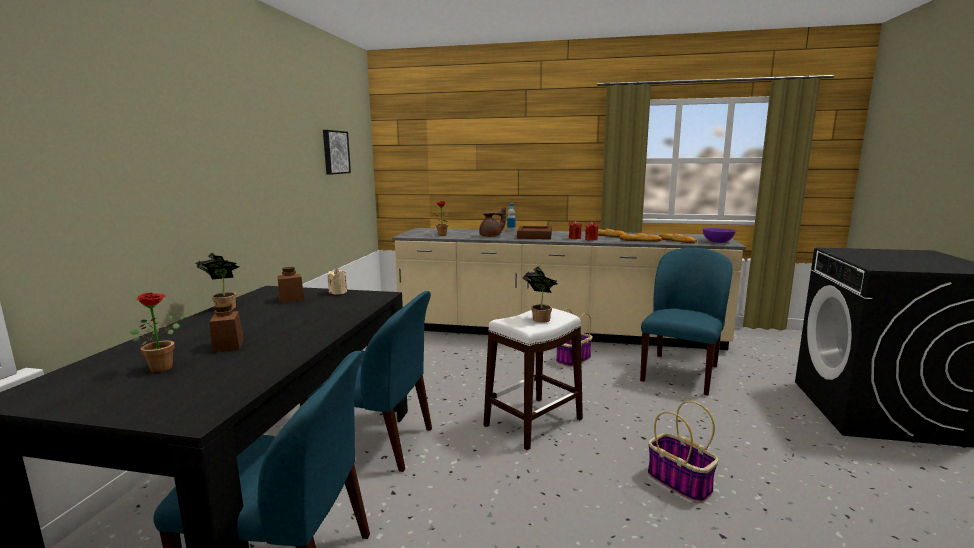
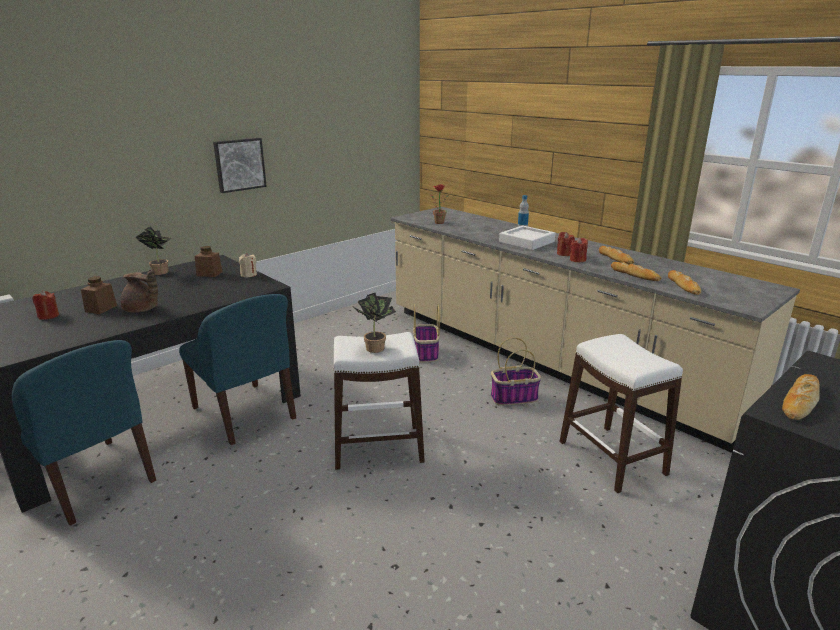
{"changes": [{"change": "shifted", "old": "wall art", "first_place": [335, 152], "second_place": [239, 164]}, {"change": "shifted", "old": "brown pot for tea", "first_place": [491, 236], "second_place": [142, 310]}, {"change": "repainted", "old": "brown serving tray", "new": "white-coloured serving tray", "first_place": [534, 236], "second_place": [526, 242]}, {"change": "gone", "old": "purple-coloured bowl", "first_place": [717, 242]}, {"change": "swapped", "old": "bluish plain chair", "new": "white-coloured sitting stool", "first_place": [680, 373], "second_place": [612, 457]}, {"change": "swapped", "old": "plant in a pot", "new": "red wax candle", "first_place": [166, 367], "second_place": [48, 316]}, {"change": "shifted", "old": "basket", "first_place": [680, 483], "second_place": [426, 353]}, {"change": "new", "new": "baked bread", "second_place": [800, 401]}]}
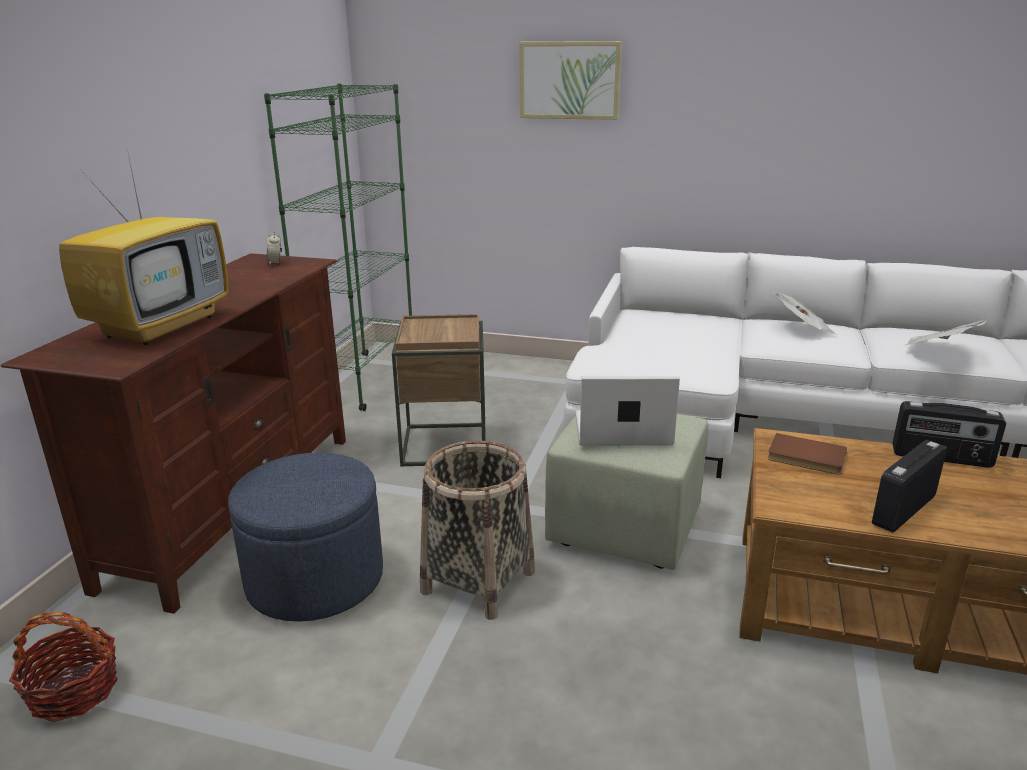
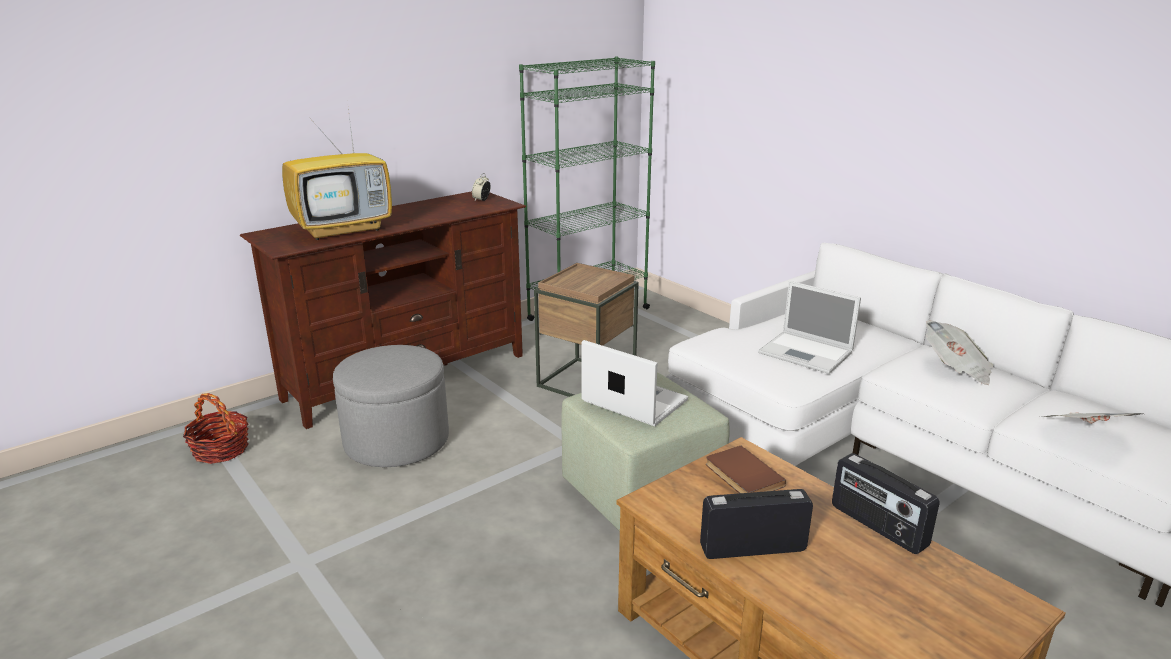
{"changes": [{"change": "gone", "old": "wall art", "first_place": [569, 80]}, {"change": "gone", "old": "basket", "first_place": [478, 581]}, {"change": "repainted", "old": "bluish pouffe", "new": "greyish pouffe", "first_place": [315, 579], "second_place": [397, 441]}, {"change": "new", "new": "portable computer", "second_place": [807, 353]}]}
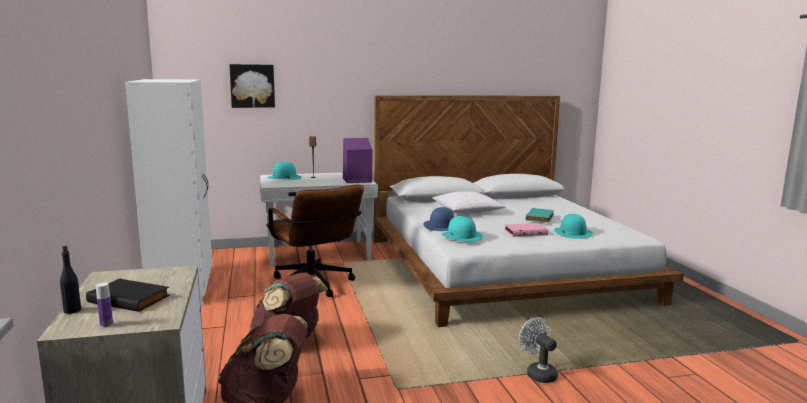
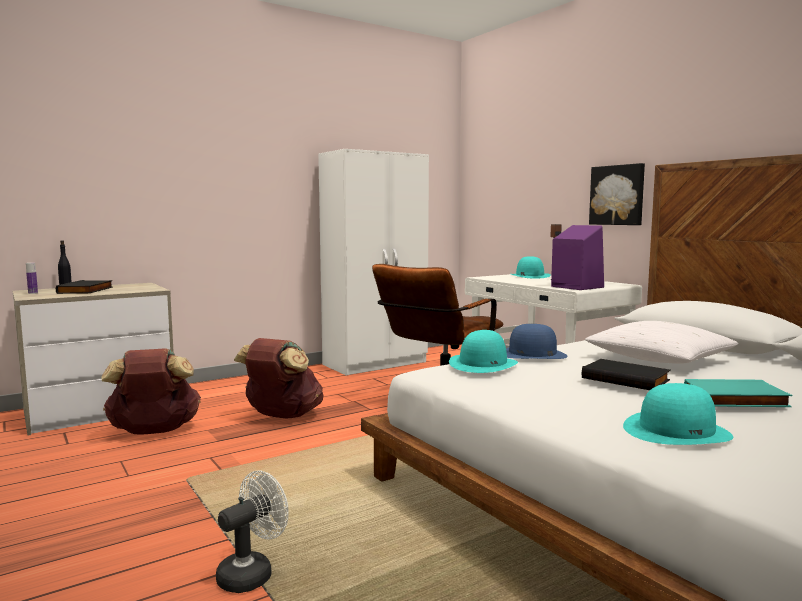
{"changes": [{"change": "shifted", "old": "wall art", "first_place": [252, 86], "second_place": [617, 195]}, {"change": "gone", "old": "pink bound book", "first_place": [525, 232]}, {"change": "new", "new": "blackish bound book", "second_place": [626, 379]}]}
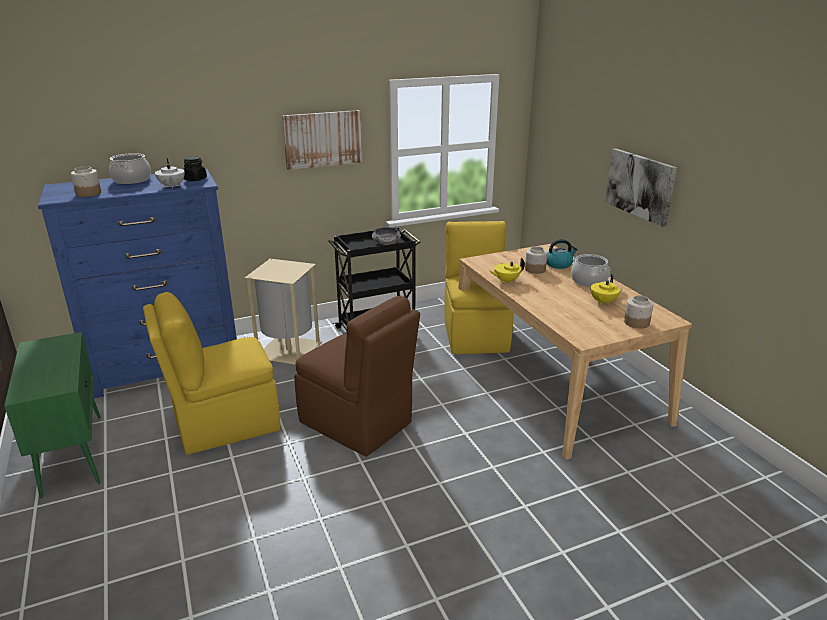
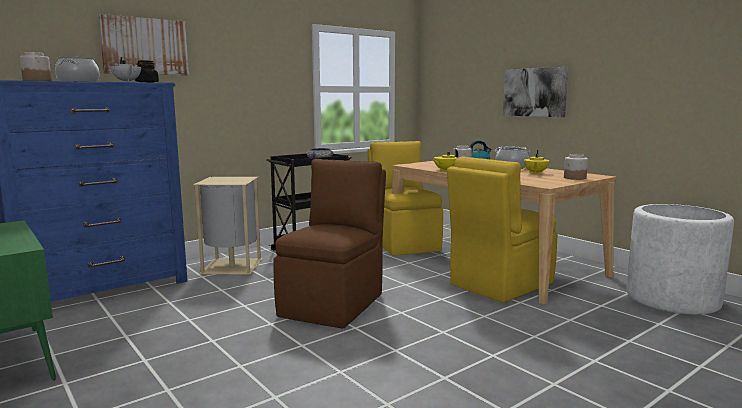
{"changes": [{"change": "shifted", "old": "wall art", "first_place": [322, 139], "second_place": [145, 46]}, {"change": "shifted", "old": "yellow-coloured plain chair", "first_place": [224, 424], "second_place": [499, 284]}, {"change": "rotated", "old": "brown plain chair", "first_place": [357, 424], "second_place": [333, 304], "degrees": -90}, {"change": "new", "new": "white-coloured flower pot", "second_place": [672, 299]}]}
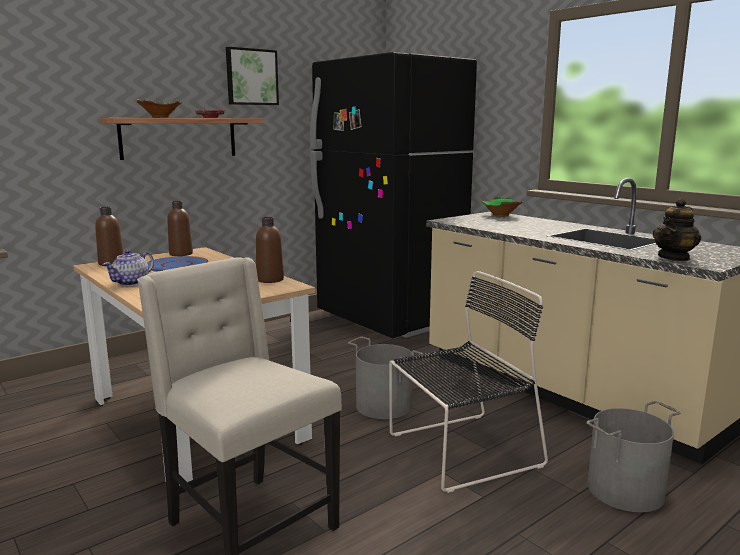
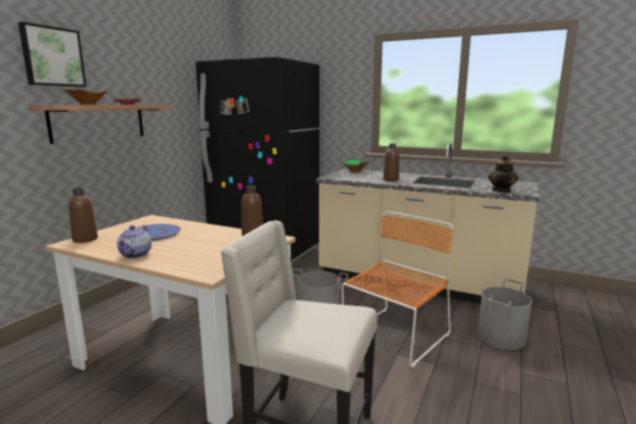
{"changes": [{"change": "shifted", "old": "wall art", "first_place": [251, 77], "second_place": [52, 57]}, {"change": "shifted", "old": "brown drink bottle", "first_place": [181, 254], "second_place": [390, 180]}, {"change": "repainted", "old": "blackish plain chair", "new": "orange plain chair", "first_place": [460, 451], "second_place": [394, 336]}]}
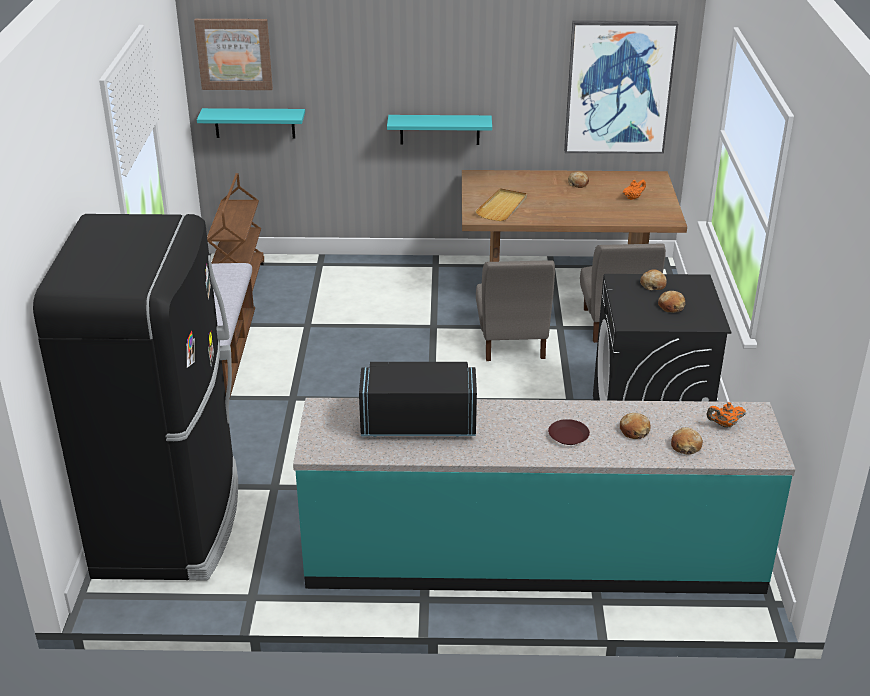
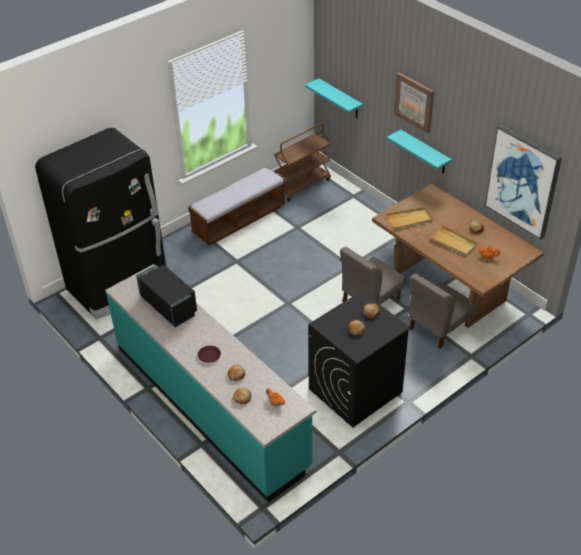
{"changes": [{"change": "shifted", "old": "wall art", "first_place": [234, 54], "second_place": [414, 102]}, {"change": "new", "new": "beige-coloured serving tray", "second_place": [453, 242]}]}
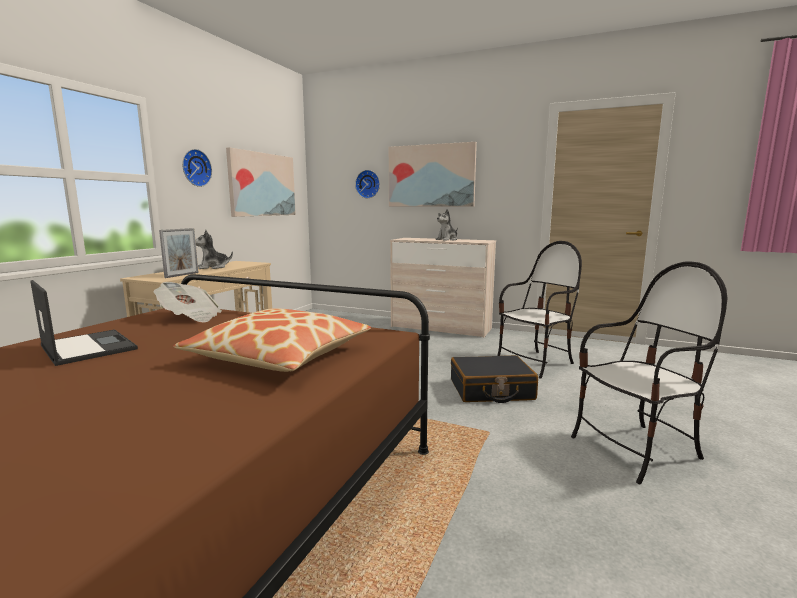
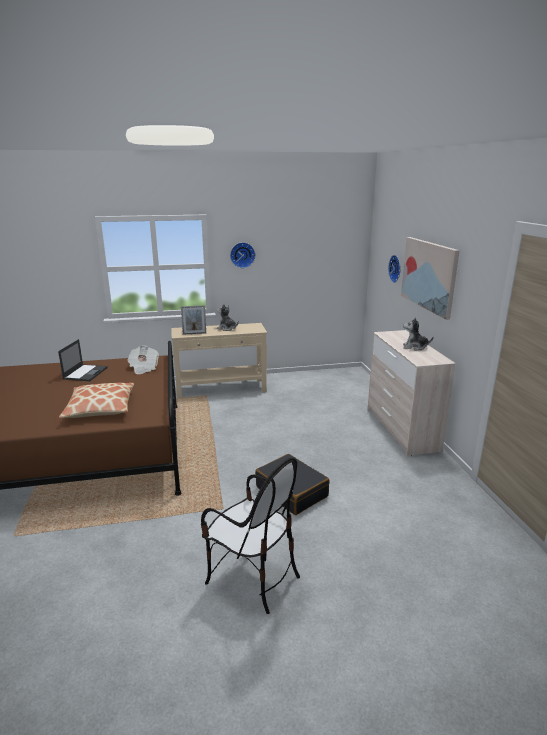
{"changes": [{"change": "gone", "old": "wall art", "first_place": [262, 184]}, {"change": "gone", "old": "plain chair", "first_place": [535, 363]}]}
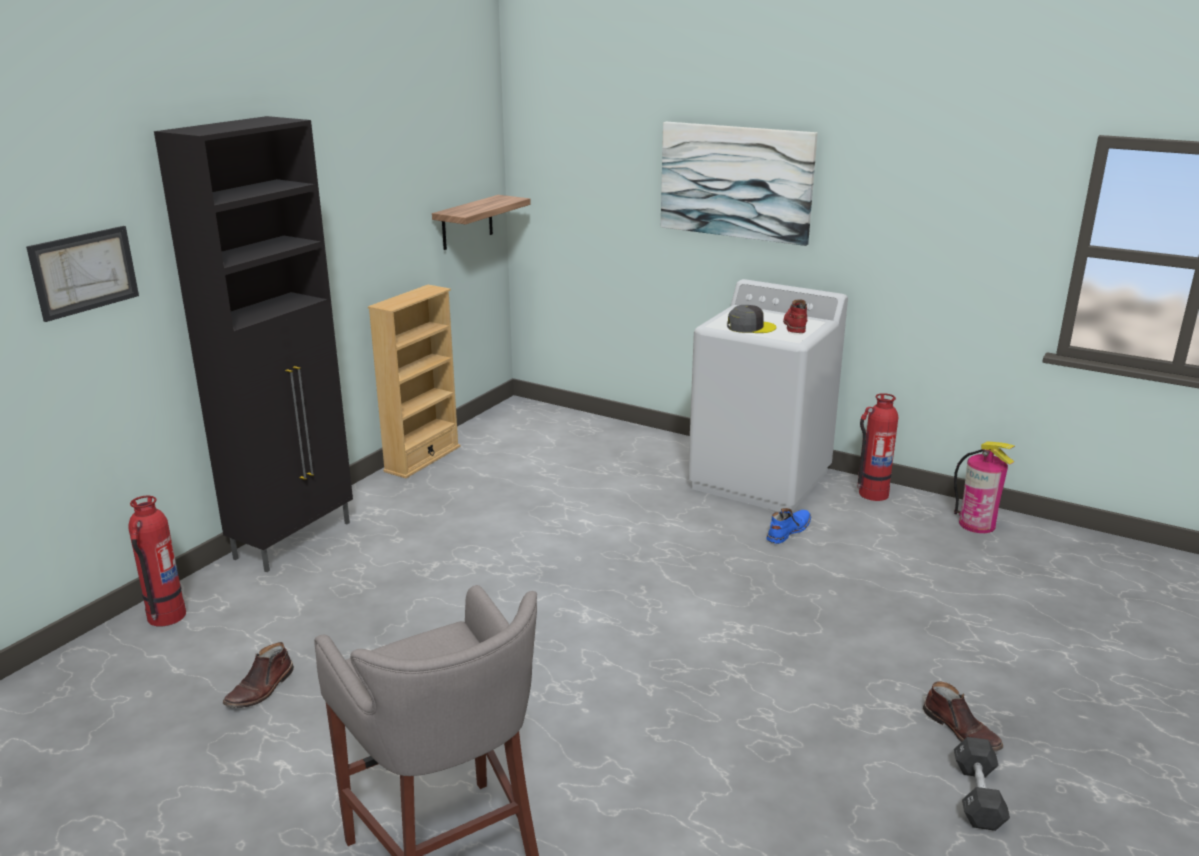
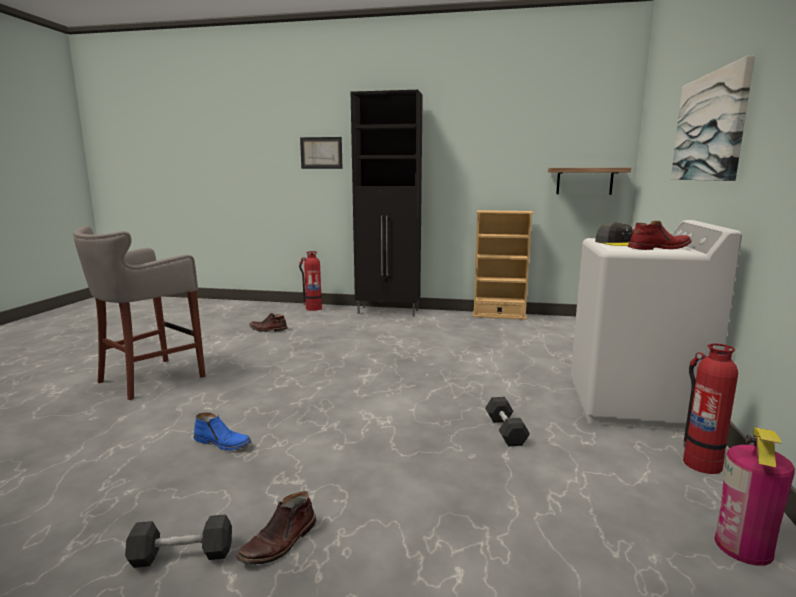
{"changes": [{"change": "shifted", "old": "bluish high-top boot", "first_place": [787, 531], "second_place": [223, 443]}, {"change": "new", "new": "blackish hand weight", "second_place": [505, 431]}]}
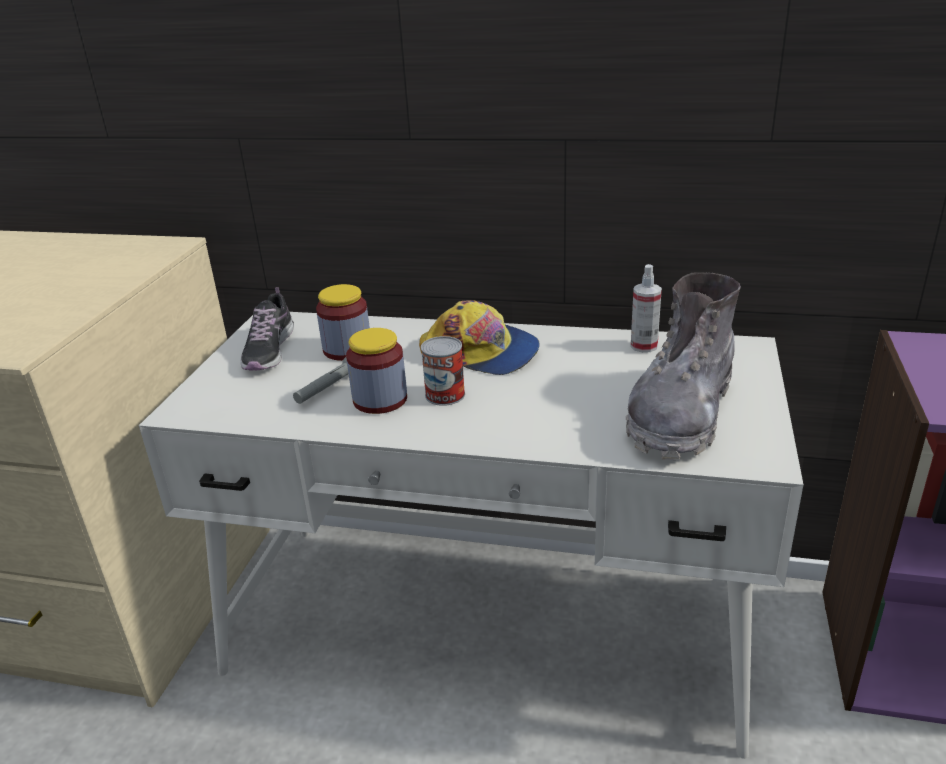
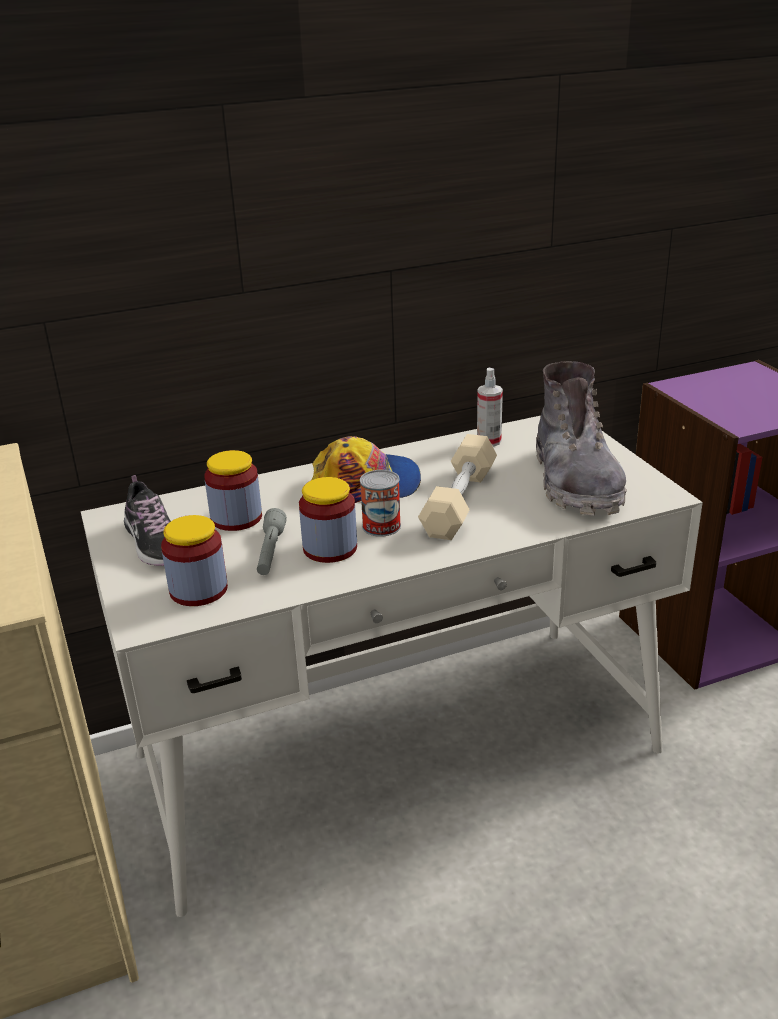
{"changes": [{"change": "new", "new": "beige-coloured hand weight", "second_place": [459, 502]}, {"change": "new", "new": "storage jar", "second_place": [198, 590]}]}
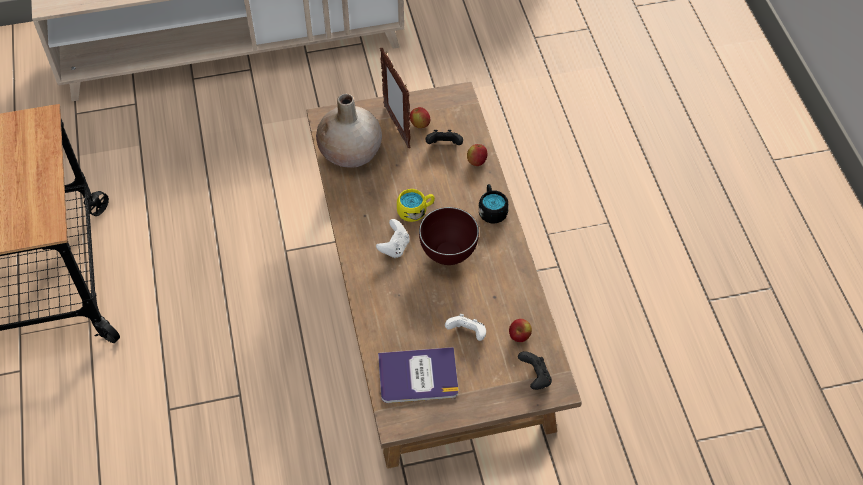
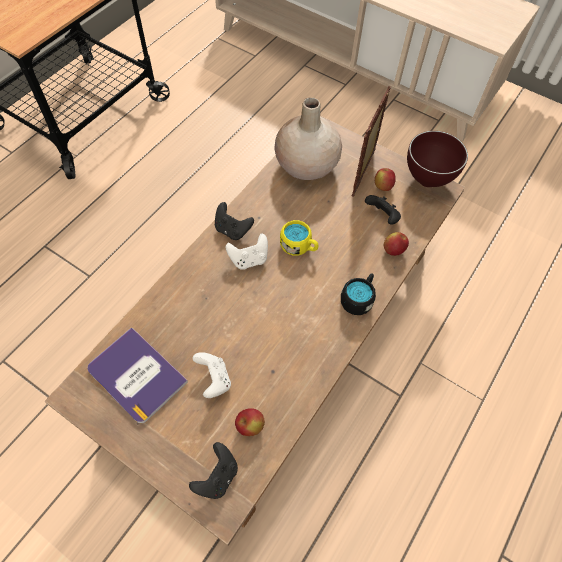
{"changes": [{"change": "shifted", "old": "brown bowl", "first_place": [448, 257], "second_place": [426, 181]}, {"change": "new", "new": "blackish gamepad", "second_place": [232, 230]}]}
